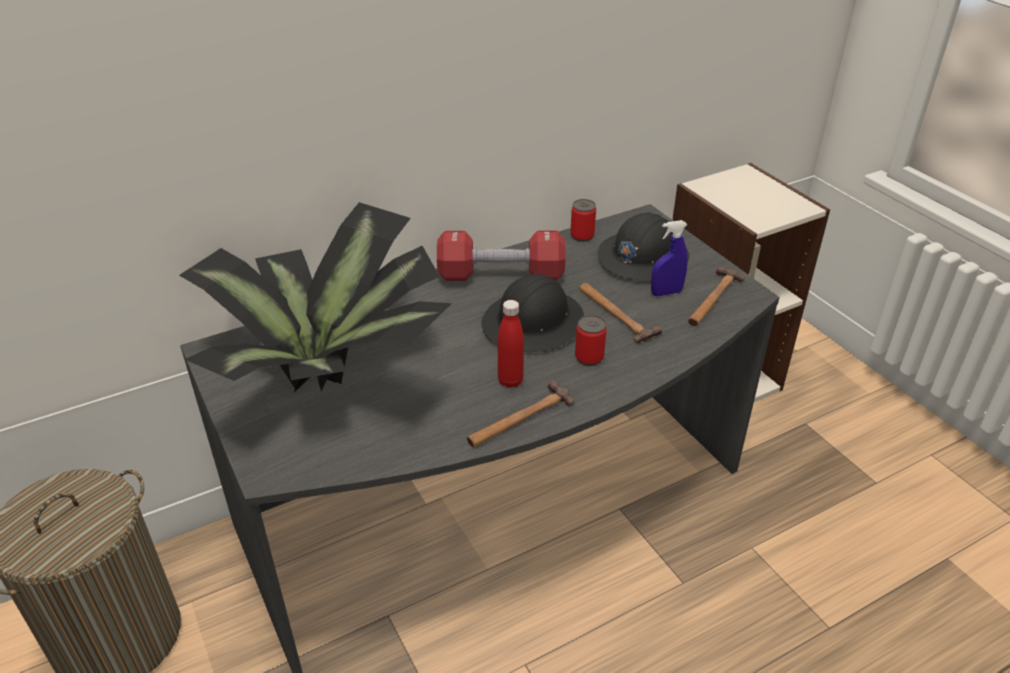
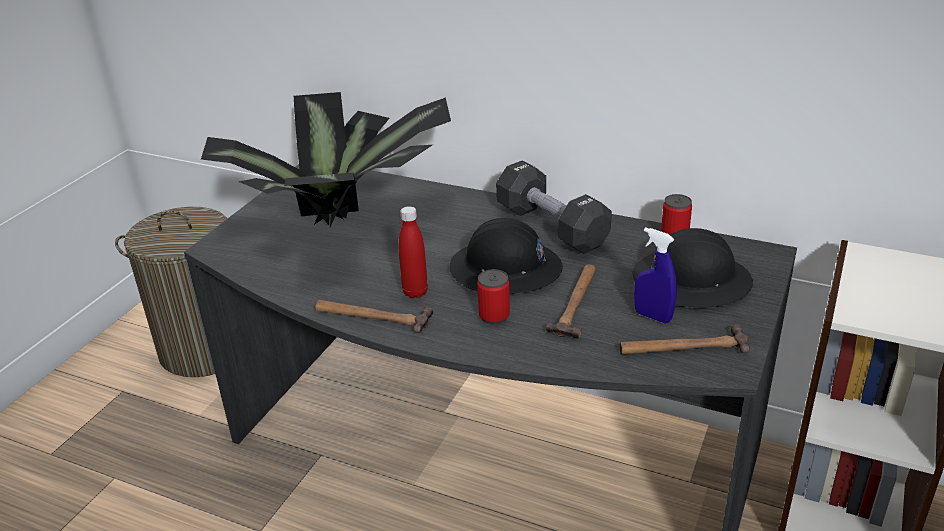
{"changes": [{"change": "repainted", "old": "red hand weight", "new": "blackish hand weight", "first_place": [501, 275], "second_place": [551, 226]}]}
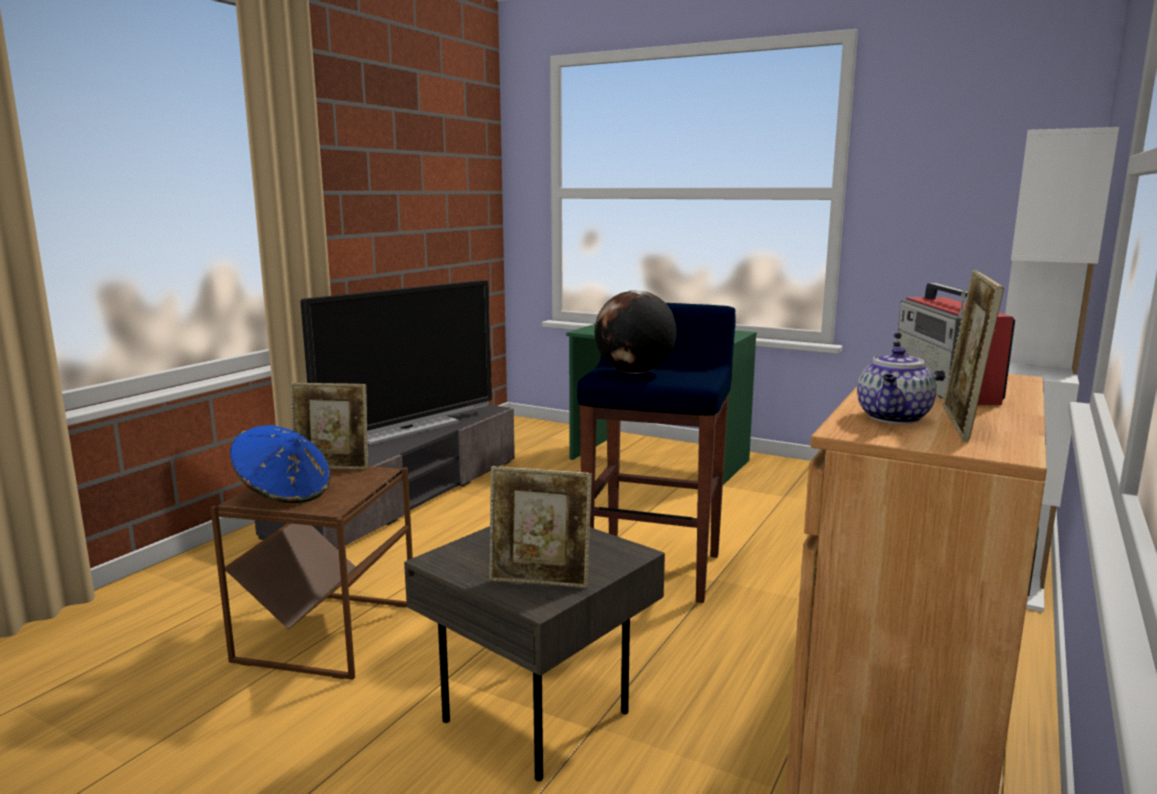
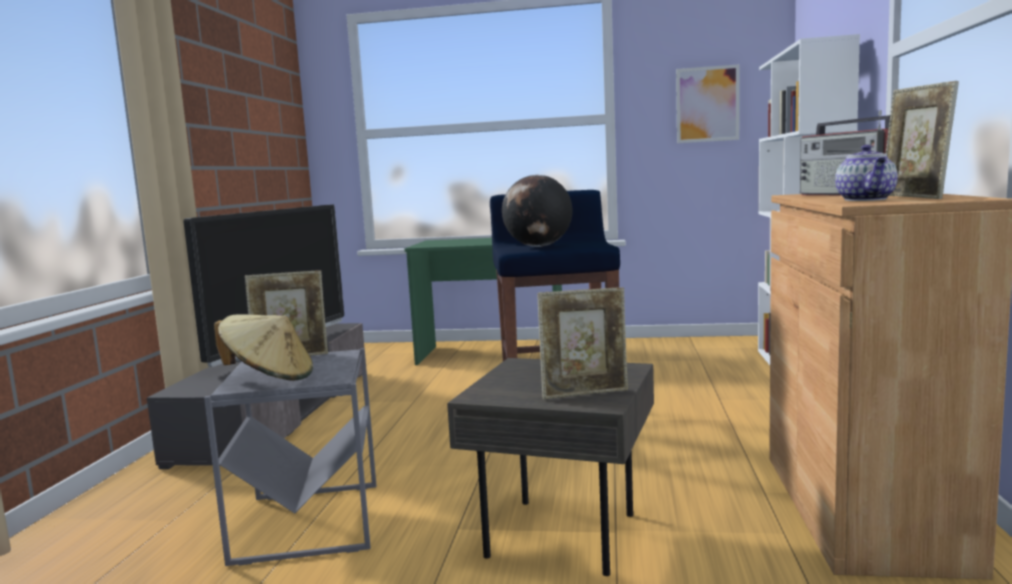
{"changes": [{"change": "repainted", "old": "bluish wearable hat", "new": "beige-coloured wearable hat", "first_place": [284, 493], "second_place": [269, 378]}, {"change": "repainted", "old": "brown side table", "new": "greyish side table", "first_place": [330, 633], "second_place": [310, 522]}, {"change": "new", "new": "wall art", "second_place": [707, 104]}]}
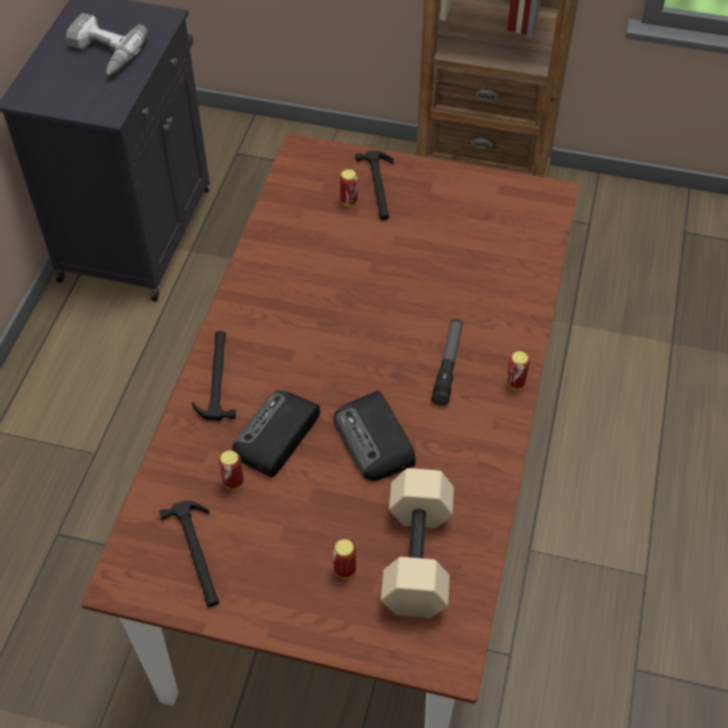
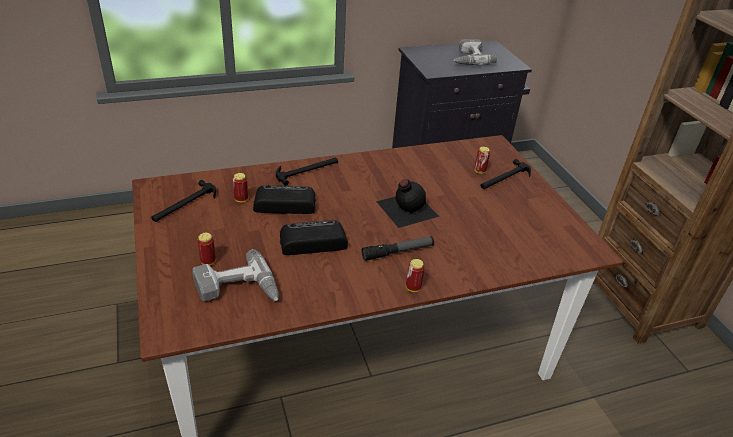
{"changes": [{"change": "rotated", "old": "radio receiver", "first_place": [375, 441], "second_place": [311, 242], "degrees": 45}, {"change": "swapped", "old": "beige-coloured hand weight", "new": "drill", "first_place": [419, 557], "second_place": [237, 290]}, {"change": "new", "new": "blackish drink bottle", "second_place": [406, 208]}]}
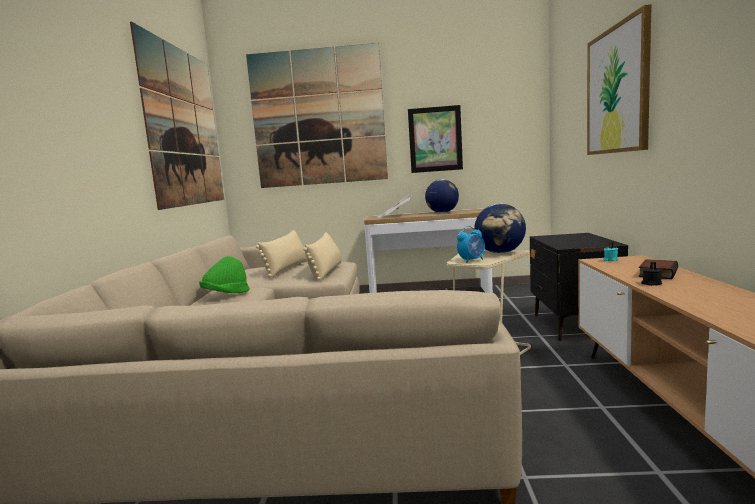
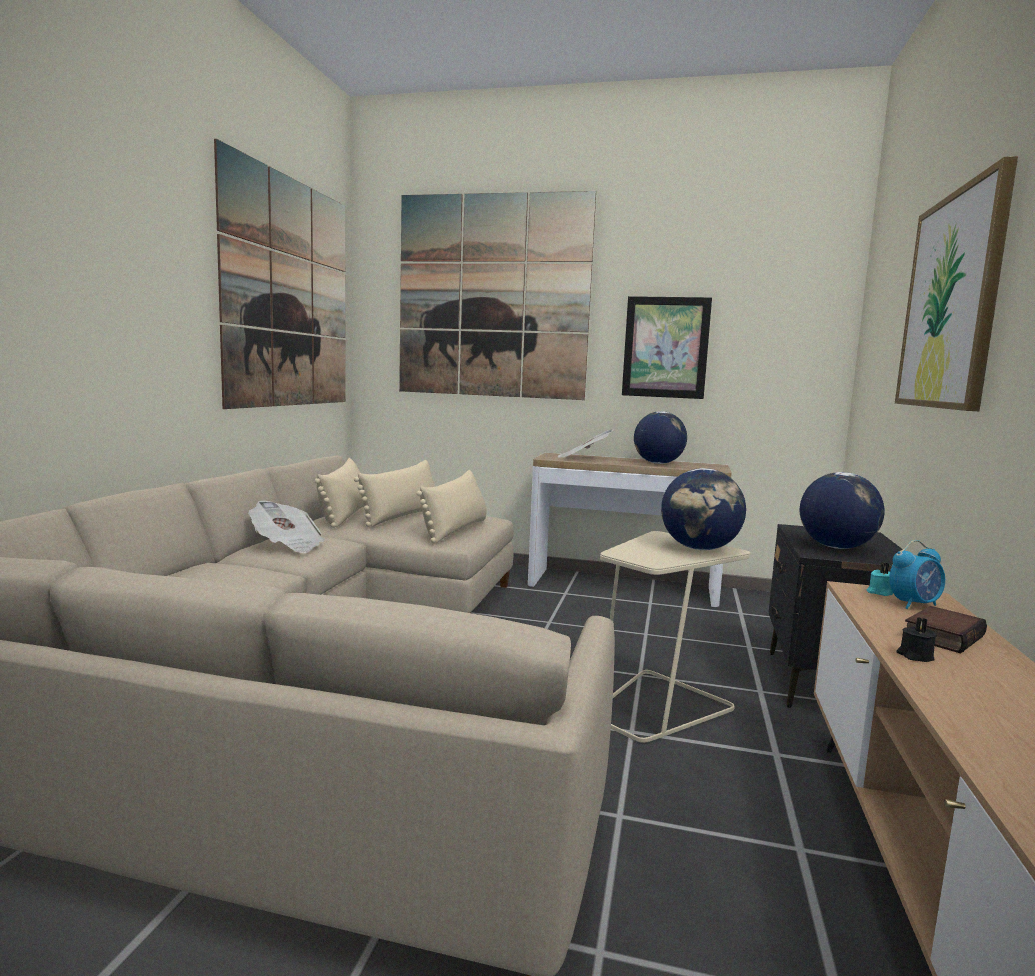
{"changes": [{"change": "shifted", "old": "table clock", "first_place": [472, 260], "second_place": [914, 604]}, {"change": "swapped", "old": "greenish wearable hat", "new": "newspaper", "first_place": [226, 295], "second_place": [287, 545]}, {"change": "new", "new": "beige-coloured throw pillow", "second_place": [345, 515]}, {"change": "new", "new": "desk globe", "second_place": [836, 547]}]}
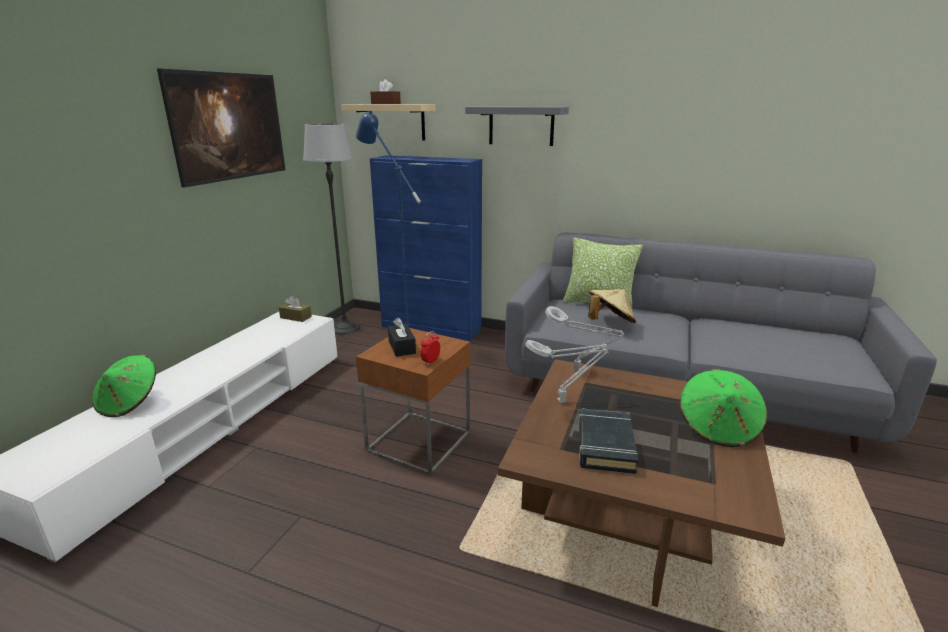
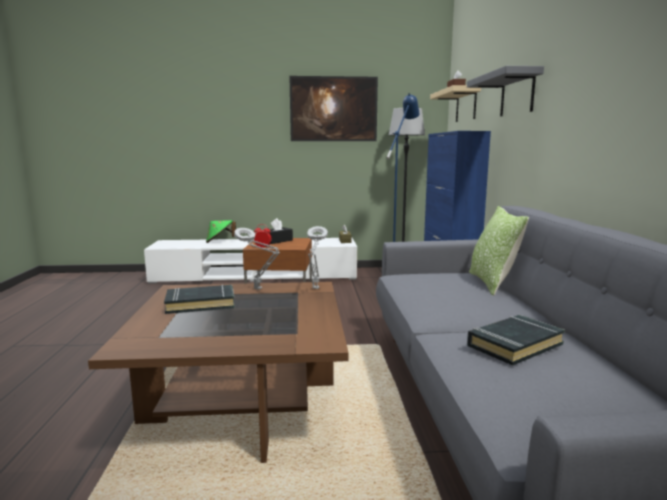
{"changes": [{"change": "gone", "old": "beige-coloured wearable hat", "first_place": [609, 323]}, {"change": "gone", "old": "greenish wearable hat", "first_place": [718, 428]}, {"change": "new", "new": "blackish bound book", "second_place": [514, 345]}]}
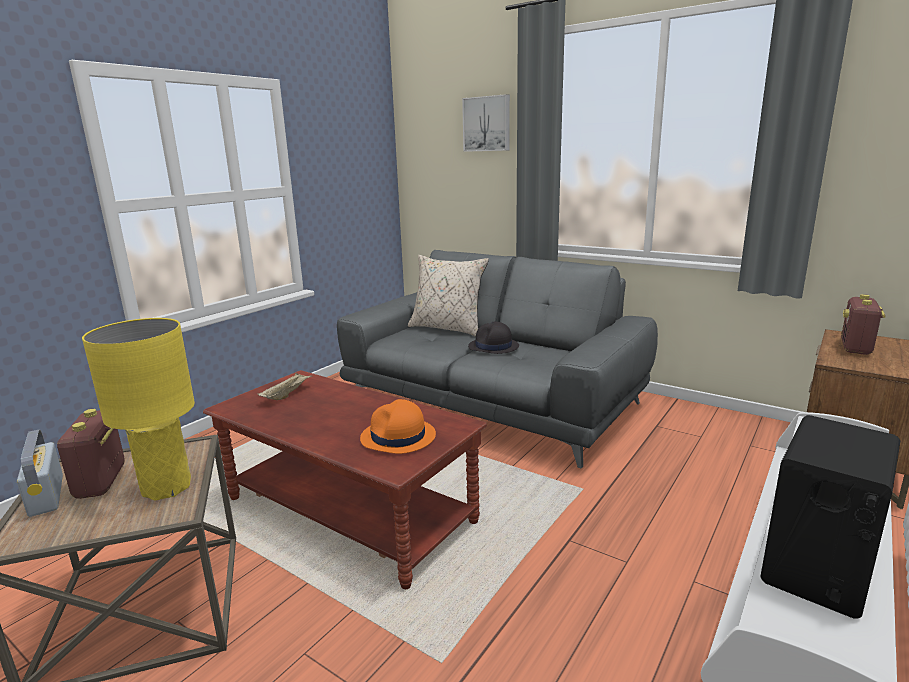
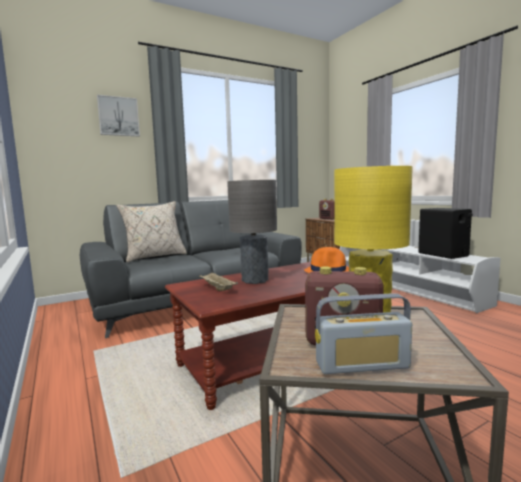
{"changes": [{"change": "gone", "old": "blackish wearable hat", "first_place": [493, 347]}, {"change": "new", "new": "greyish tabletop lamp", "second_place": [255, 280]}]}
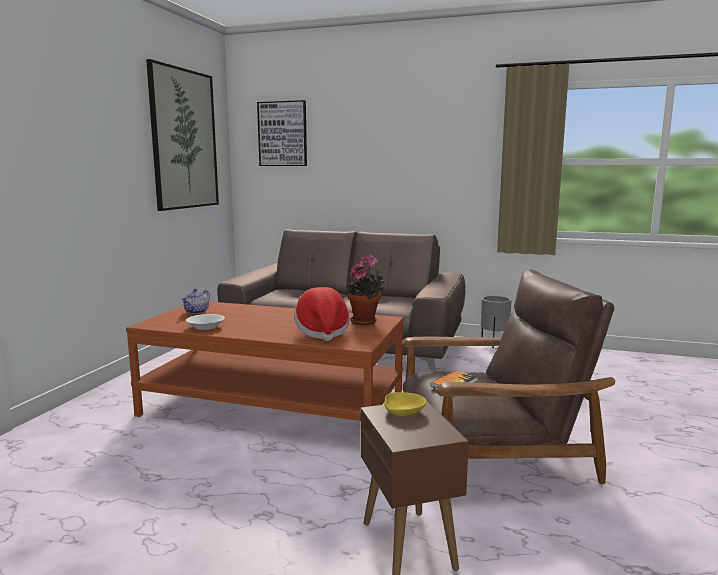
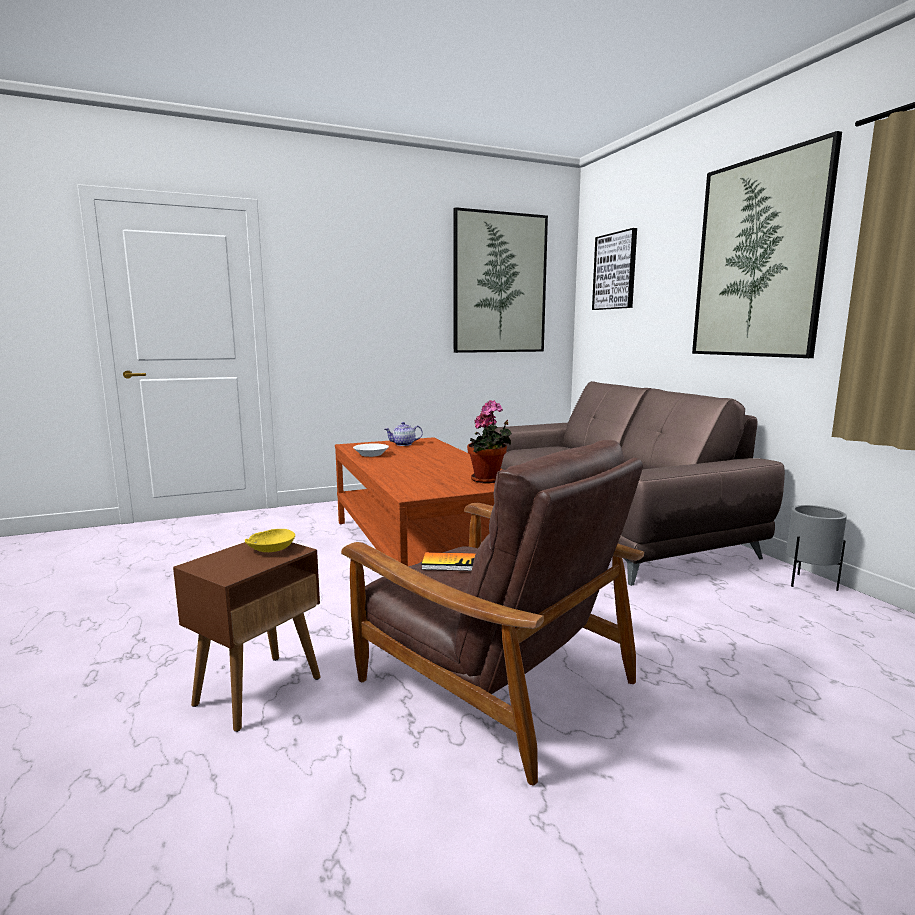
{"changes": [{"change": "gone", "old": "wearable hat", "first_place": [322, 332]}, {"change": "new", "new": "wall art", "second_place": [758, 258]}]}
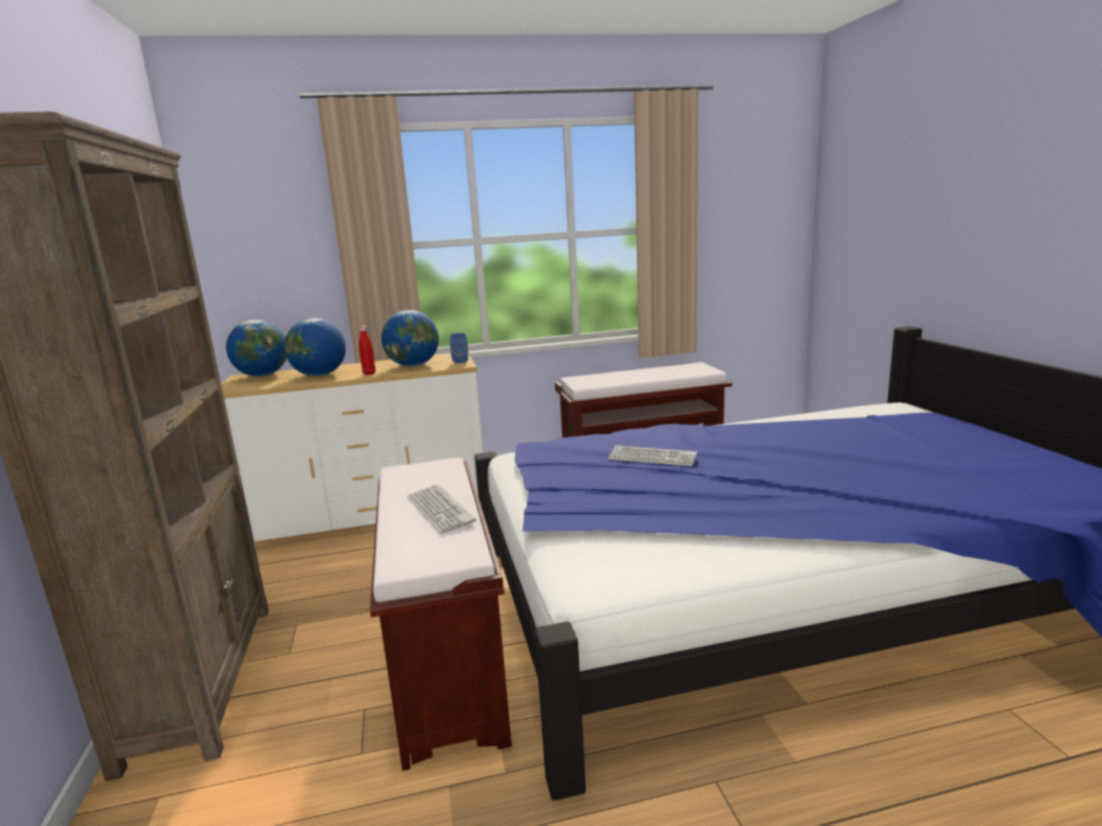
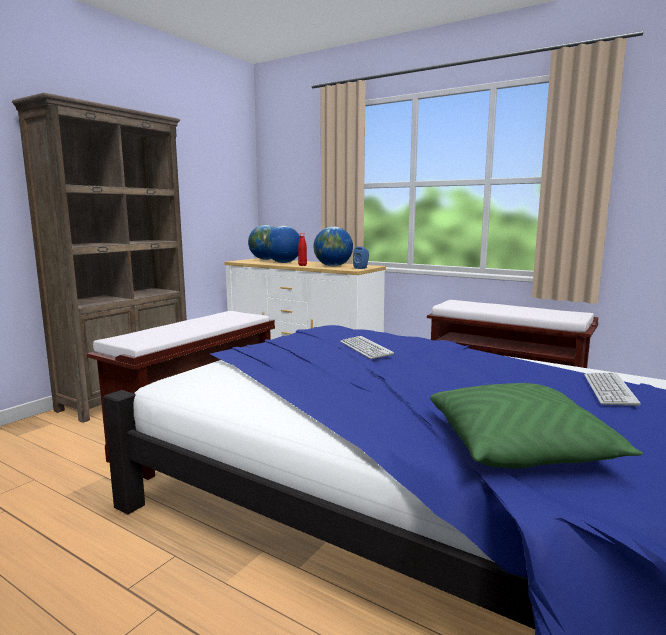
{"changes": [{"change": "shifted", "old": "keyboard", "first_place": [440, 509], "second_place": [609, 390]}, {"change": "new", "new": "greenish throw pillow", "second_place": [520, 449]}]}
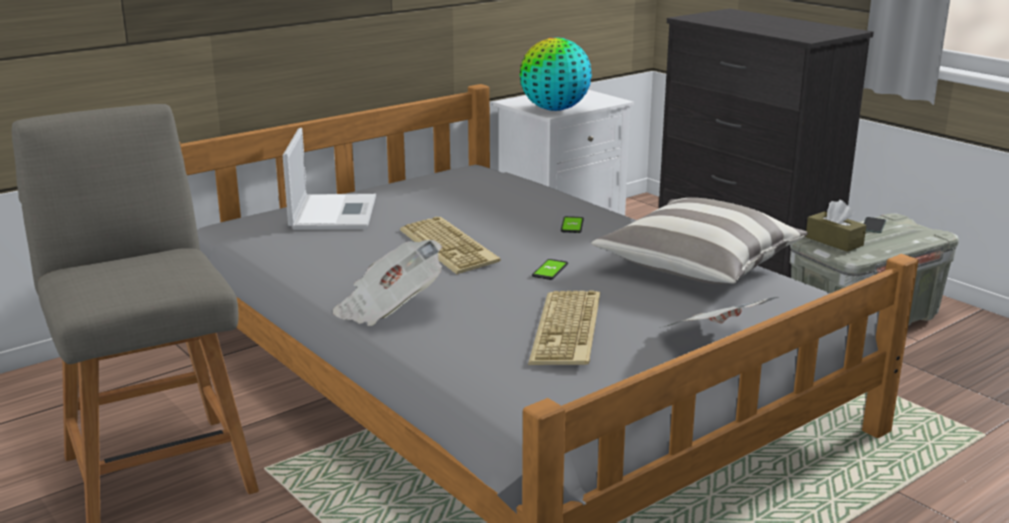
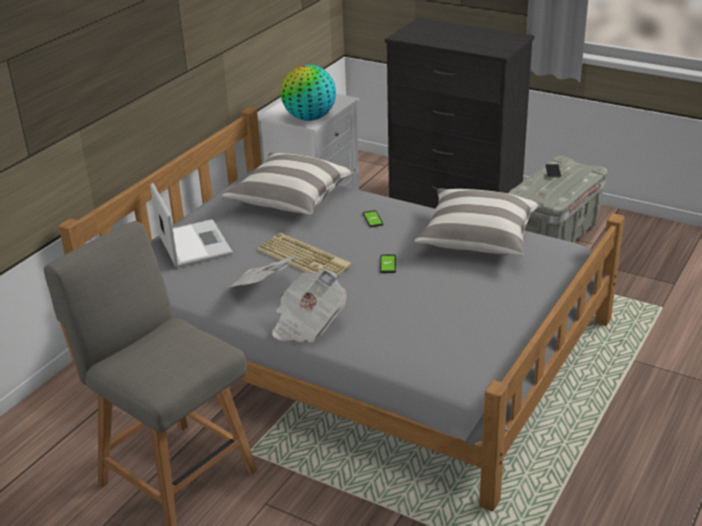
{"changes": [{"change": "gone", "old": "brown tissue box", "first_place": [834, 241]}, {"change": "gone", "old": "keyboard", "first_place": [569, 330]}, {"change": "shifted", "old": "newspaper", "first_place": [714, 340], "second_place": [263, 287]}, {"change": "new", "new": "throw pillow", "second_place": [291, 199]}]}
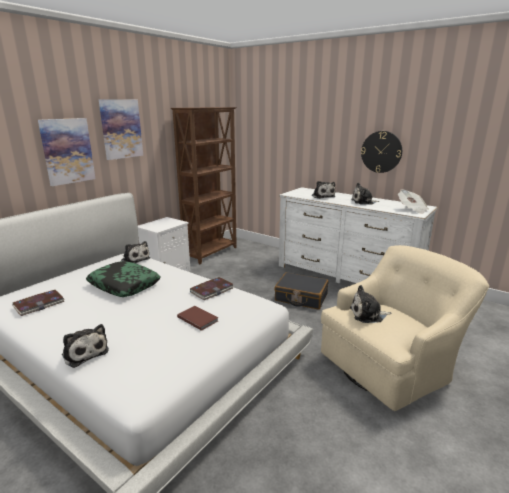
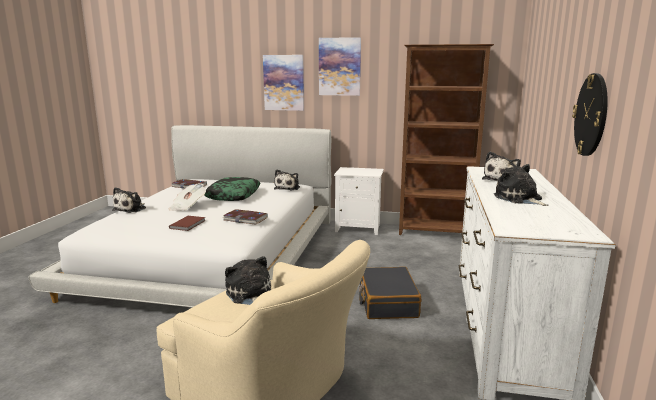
{"changes": [{"change": "shifted", "old": "newspaper", "first_place": [412, 210], "second_place": [187, 207]}]}
